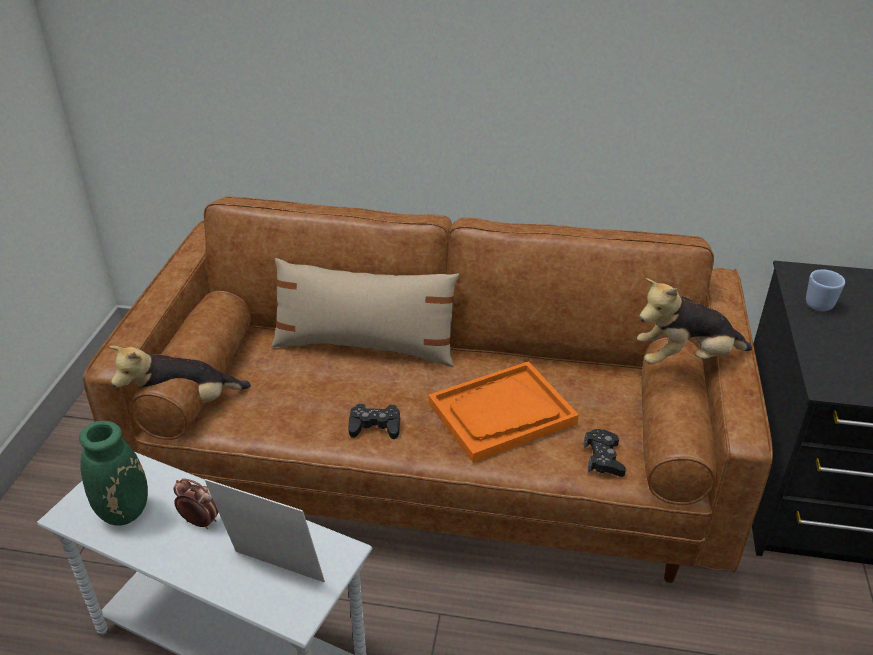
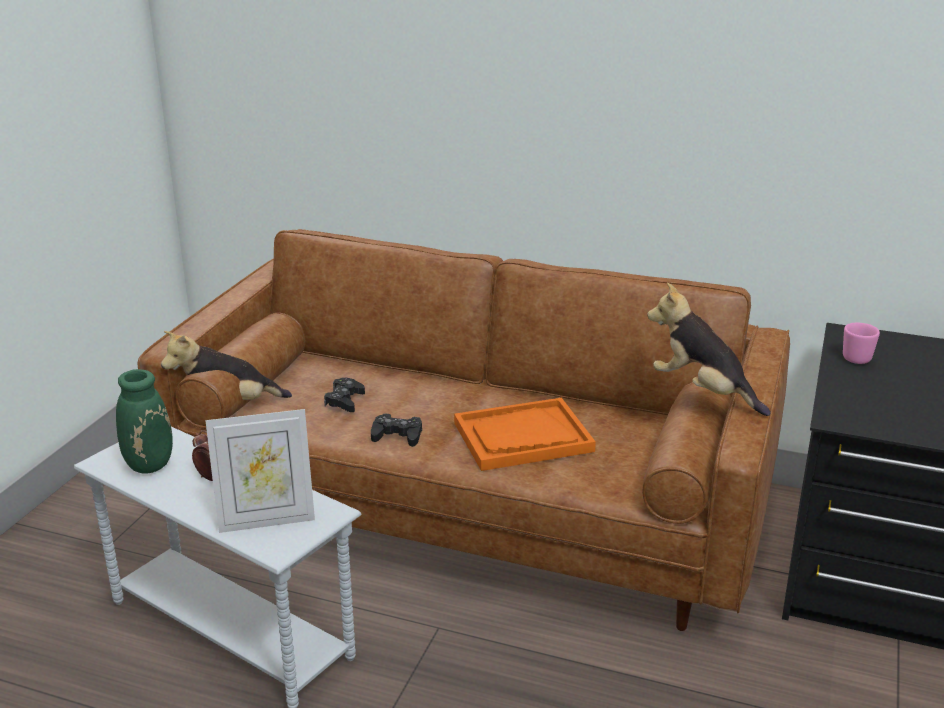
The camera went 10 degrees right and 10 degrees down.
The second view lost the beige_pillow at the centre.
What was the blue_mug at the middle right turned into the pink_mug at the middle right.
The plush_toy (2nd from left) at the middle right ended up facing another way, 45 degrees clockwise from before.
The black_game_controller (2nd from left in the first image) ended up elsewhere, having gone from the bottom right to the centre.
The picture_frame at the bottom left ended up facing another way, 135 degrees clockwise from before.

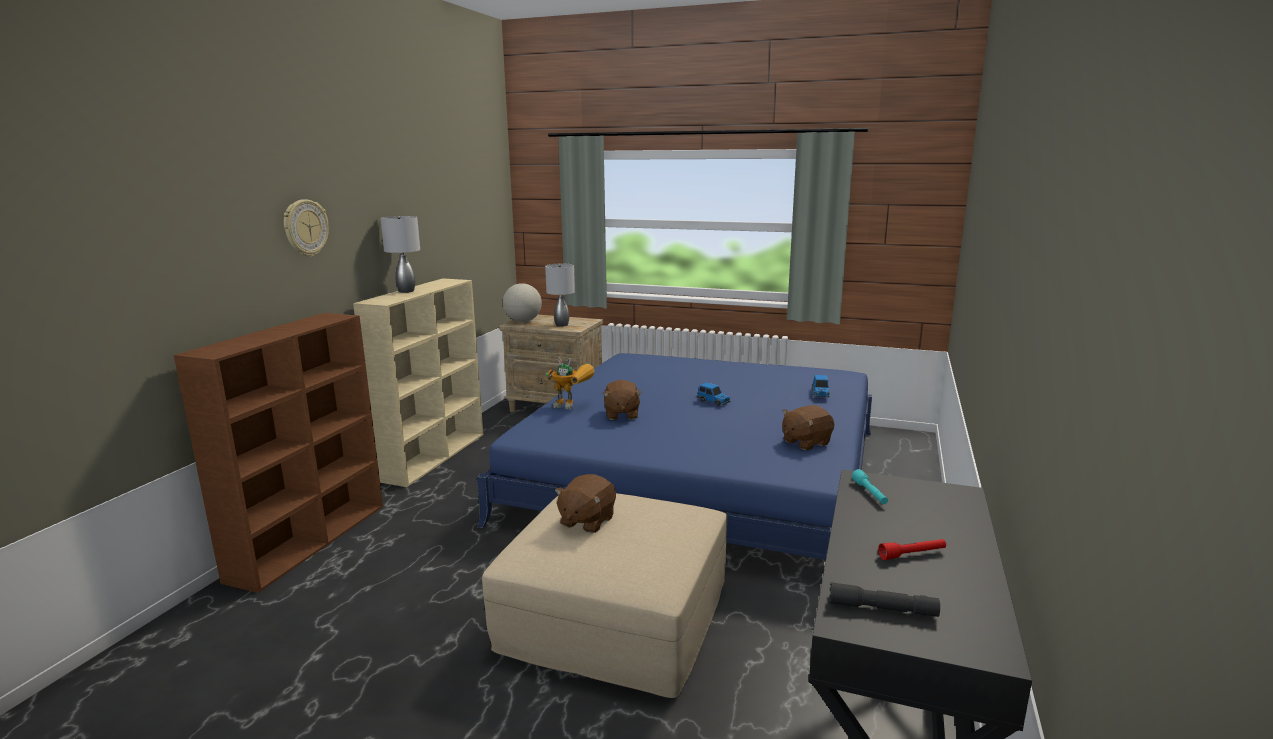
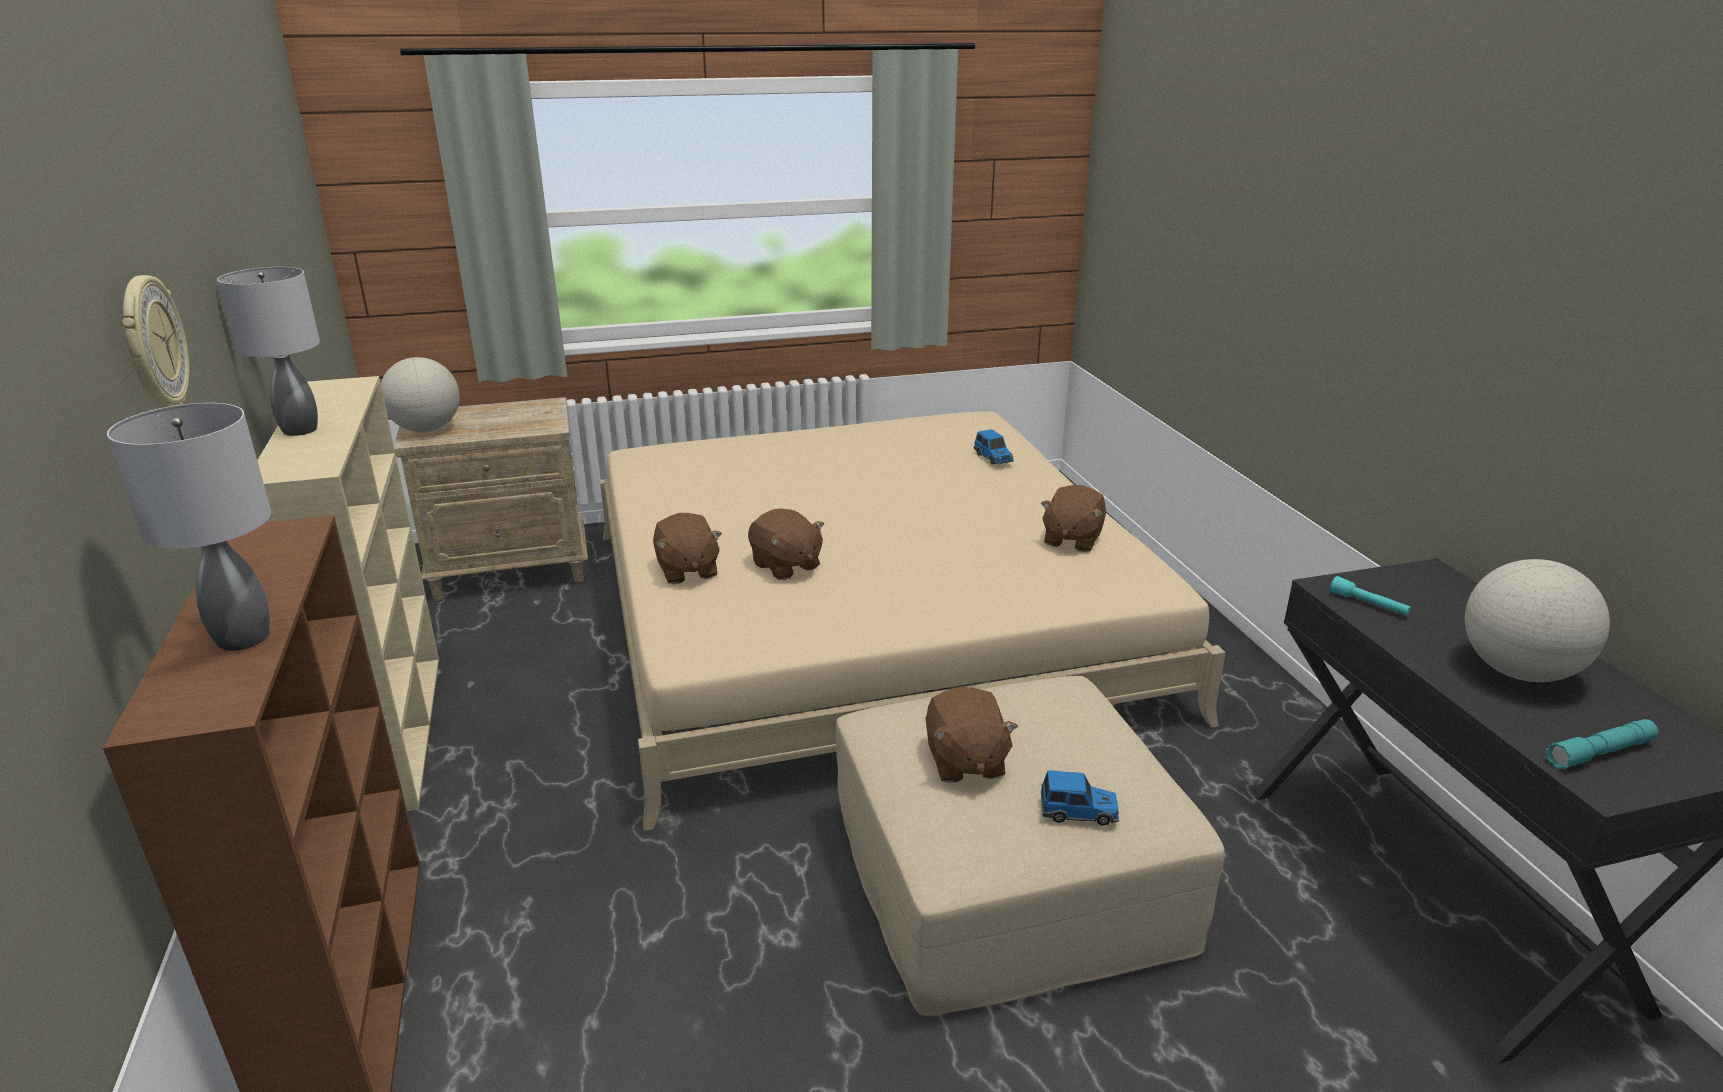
The camera went 35 degrees left and 10 degrees up.
The grey_table_lamp (2nd from left in the first image) ended up elsewhere, having gone from the centre to the middle left.
What was the blue_bed at the centre turned into the beige_bed at the centre.
Where the toy_robot stood at the centre, the brown_plush_toy (1st from left) came to stand at the centre.
The toy_car (1st from left in the first image) ended up elsewhere, having gone from the centre to the bottom centre.
Where the red_flashlight stood at the bottom right, the globe (2nd from left) came to stand at the middle right.
What was the grey_flashlight at the bottom right turned into the turquoise_flashlight (2nd from left) at the bottom right.

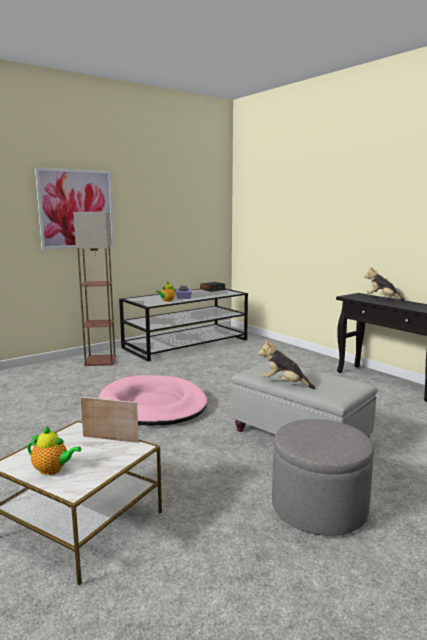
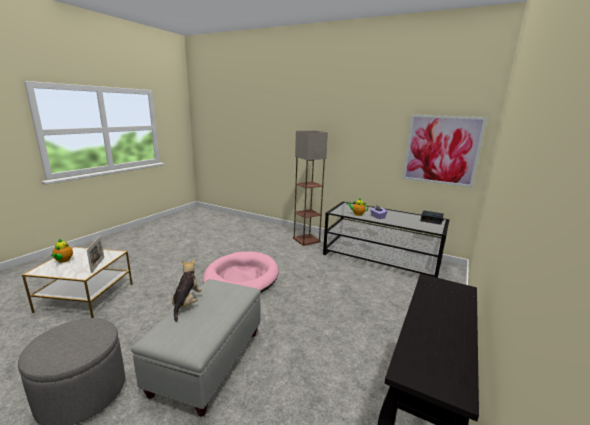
The camera went 65 degrees right and 5 degrees up.
The picture ended up elsewhere, having gone from the top left to the middle right.
The second view lost the plush_toy (2nd from left) at the middle right.

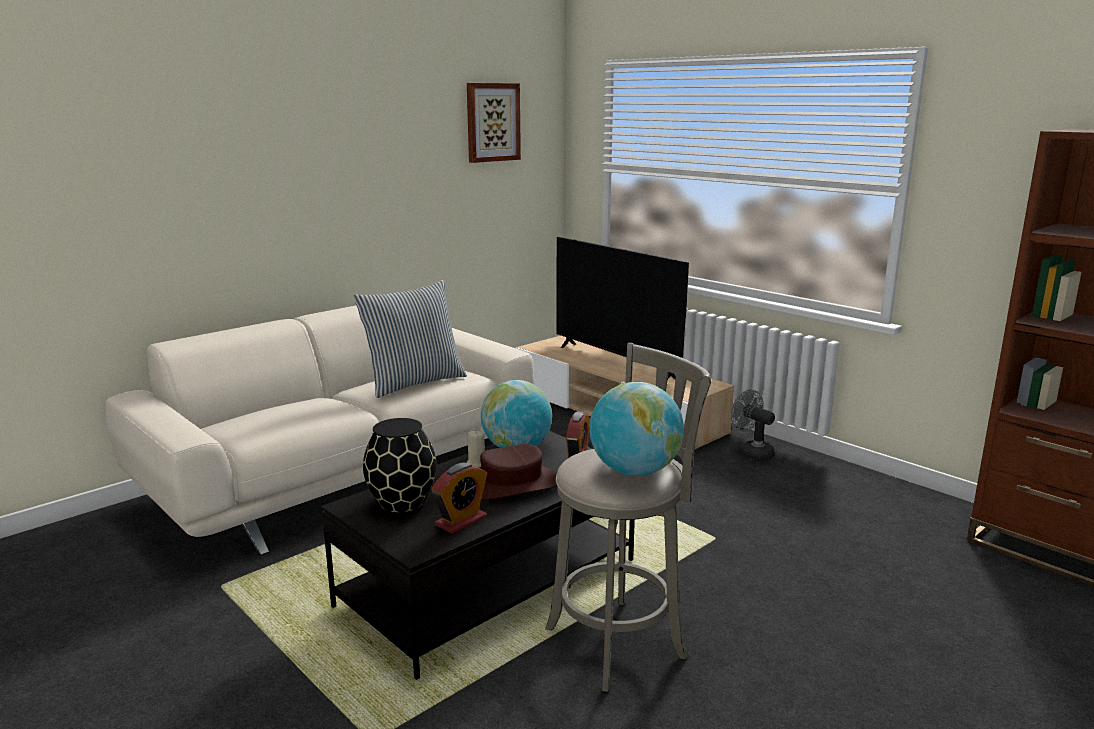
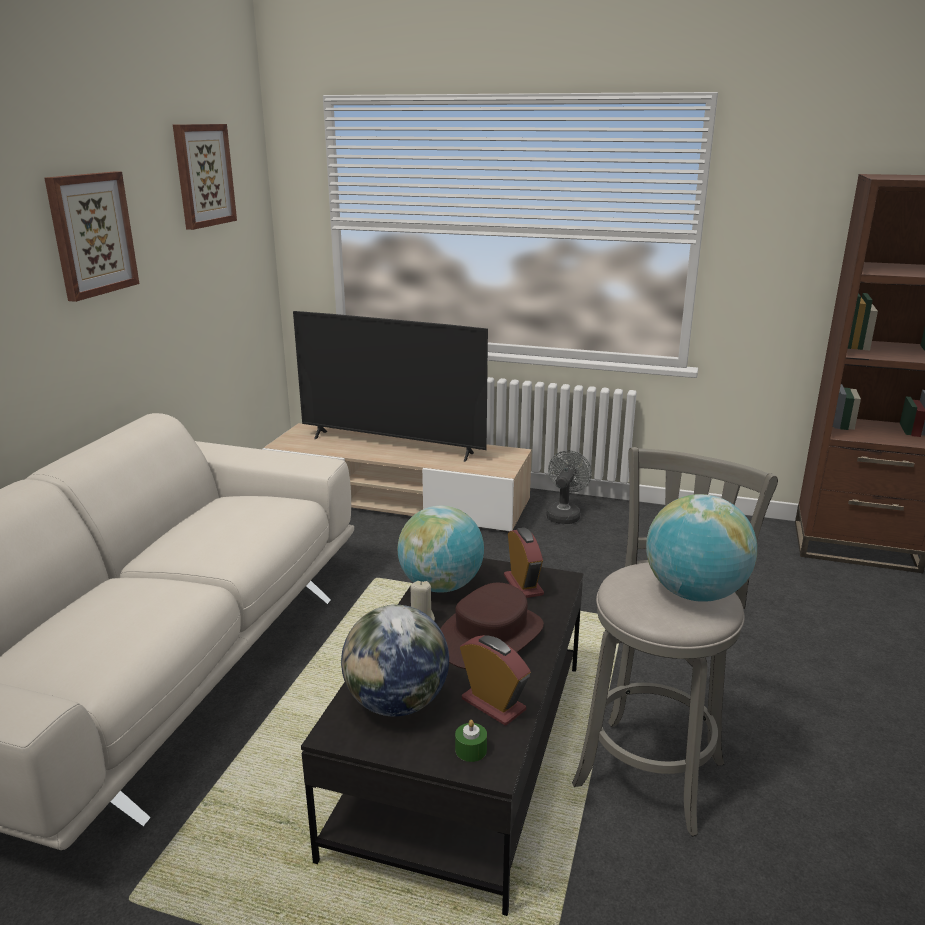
The camera went 30 degrees left and 5 degrees up.
The second view lost the pillow at the centre.
The grey_fan at the middle right ended up facing another way, 90 degrees clockwise from before.
Where the black_vase stood at the centre, the globe (1st from left) came to stand at the bottom centre.
The alarm_clock (1st from left) at the bottom centre ended up facing another way, 60 degrees counterclockwise from before.
The second view gained the picture (1st from left) at the top left.
The second view gained the green_candle at the bottom centre.

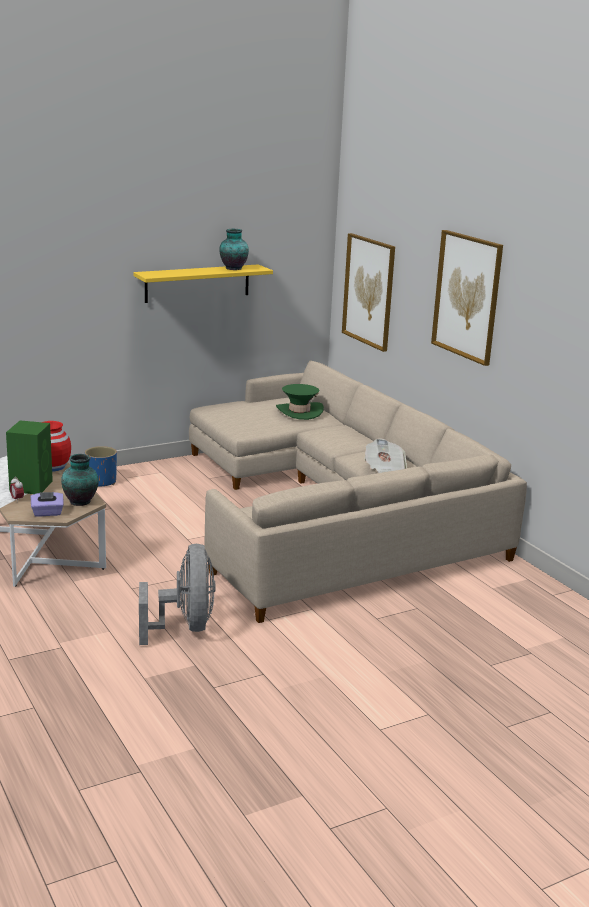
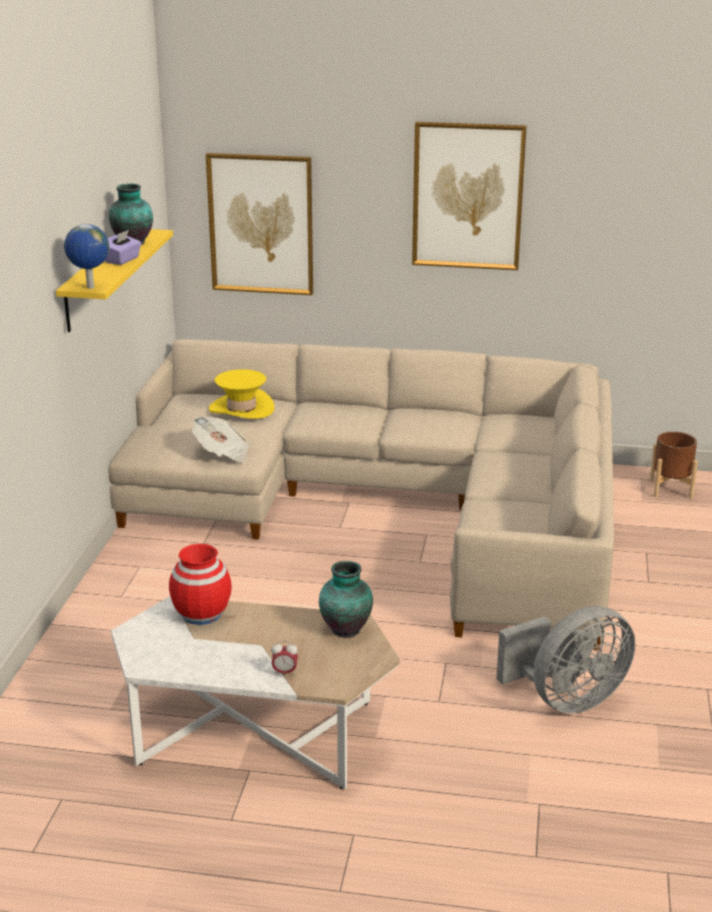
The camera went 50 degrees left and 5 degrees up.
What was the green_hat at the centre turned into the yellow_hat at the centre.
The second view lost the green_speaker at the middle left.
The newspaper ended up elsewhere, having gone from the centre to the middle left.
The second view lost the blue_planter at the middle left.
The purple_tissue_box ended up elsewhere, having gone from the middle left to the top left.
The grey_fan at the middle left ended up facing another way, 120 degrees clockwise from before.
The second view gained the globe at the top left.
The second view gained the brown_planter at the middle right.

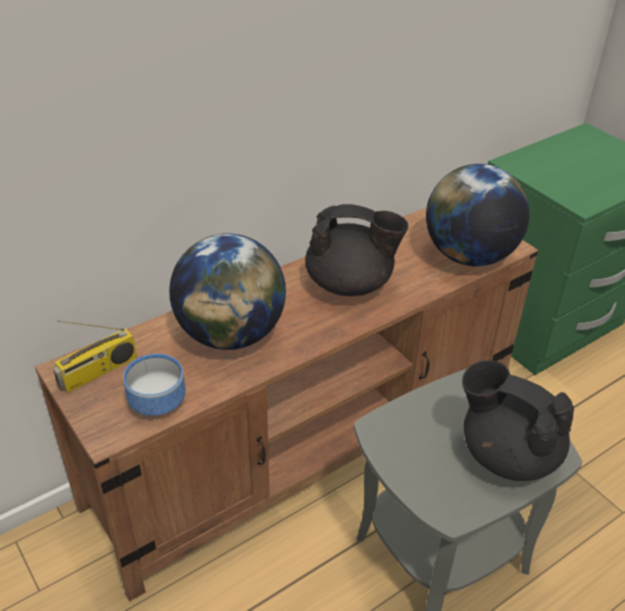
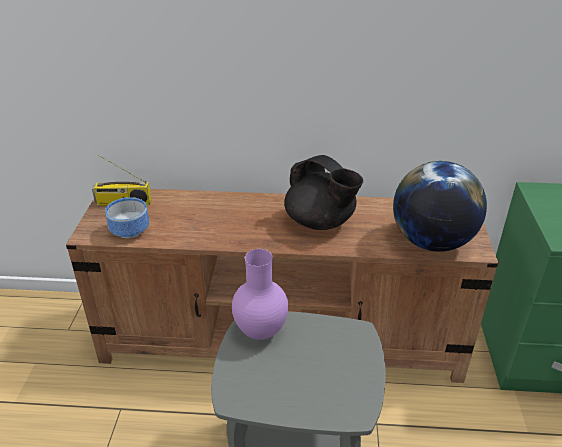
The camera went 40 degrees right and 5 degrees down.
The second view lost the globe (1st from left) at the centre.
The second view lost the black_teapot (2nd from left) at the bottom right.
The second view gained the purple_vase at the centre.

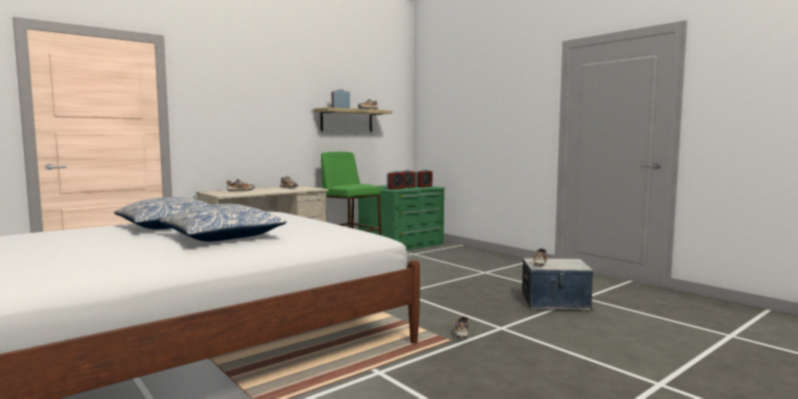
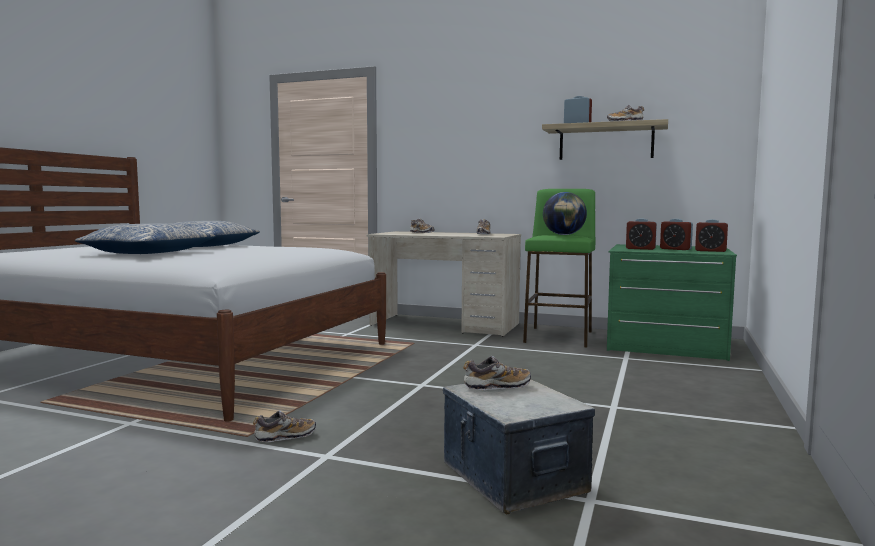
The camera went 60 degrees right and 0 degrees up.
The second view gained the globe at the centre.

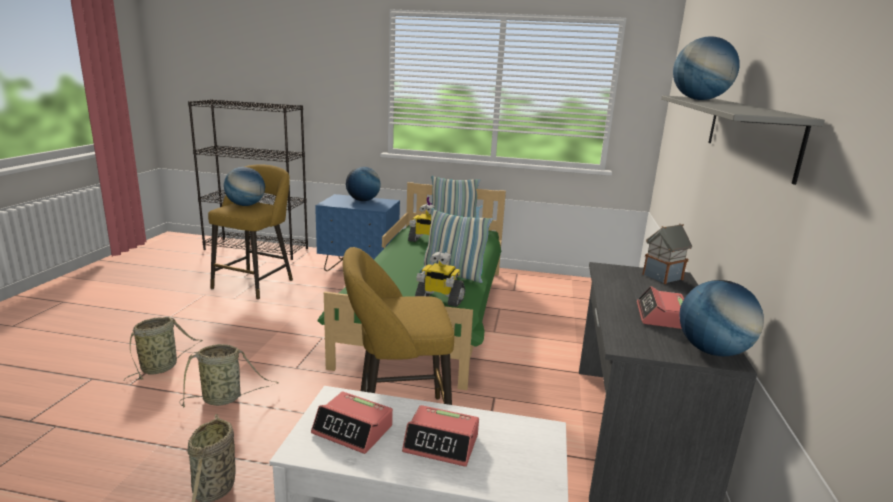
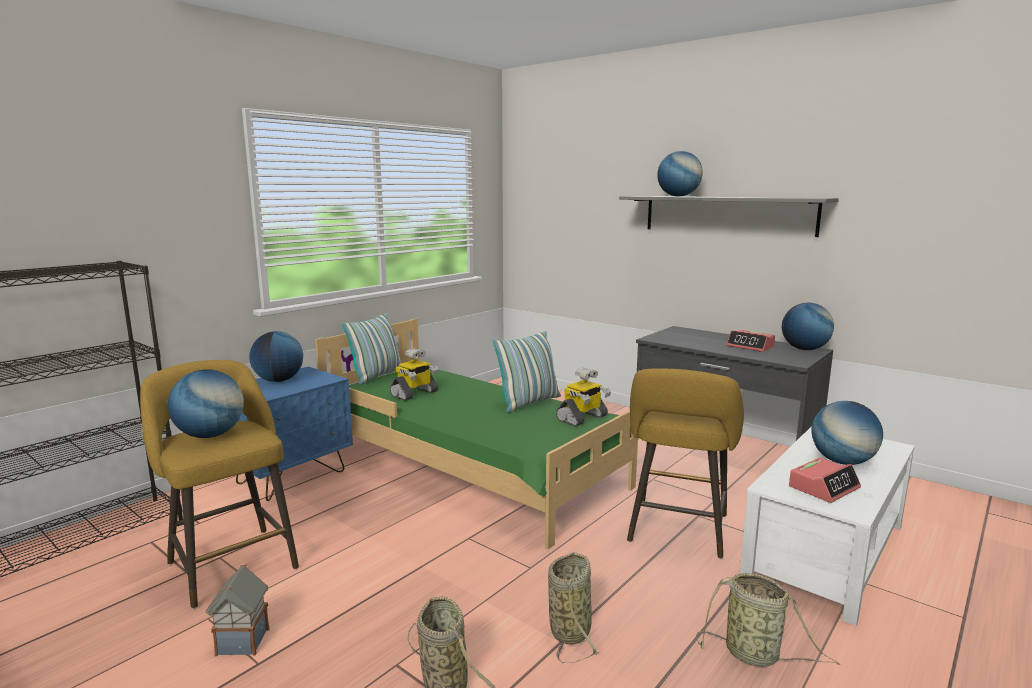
The camera went 60 degrees left and 5 degrees down.
The toy_house ended up elsewhere, having gone from the middle right to the bottom left.
Where the alarm_clock (2nd from left) stood at the bottom centre, the globe (5th from left) came to stand at the middle right.

